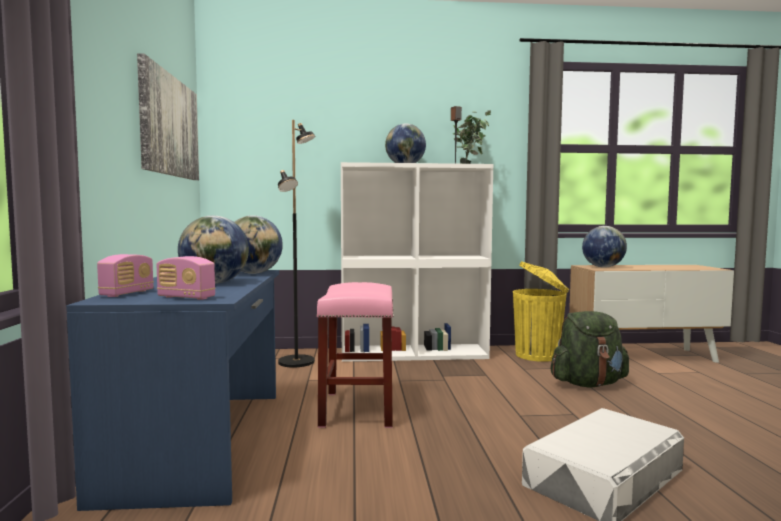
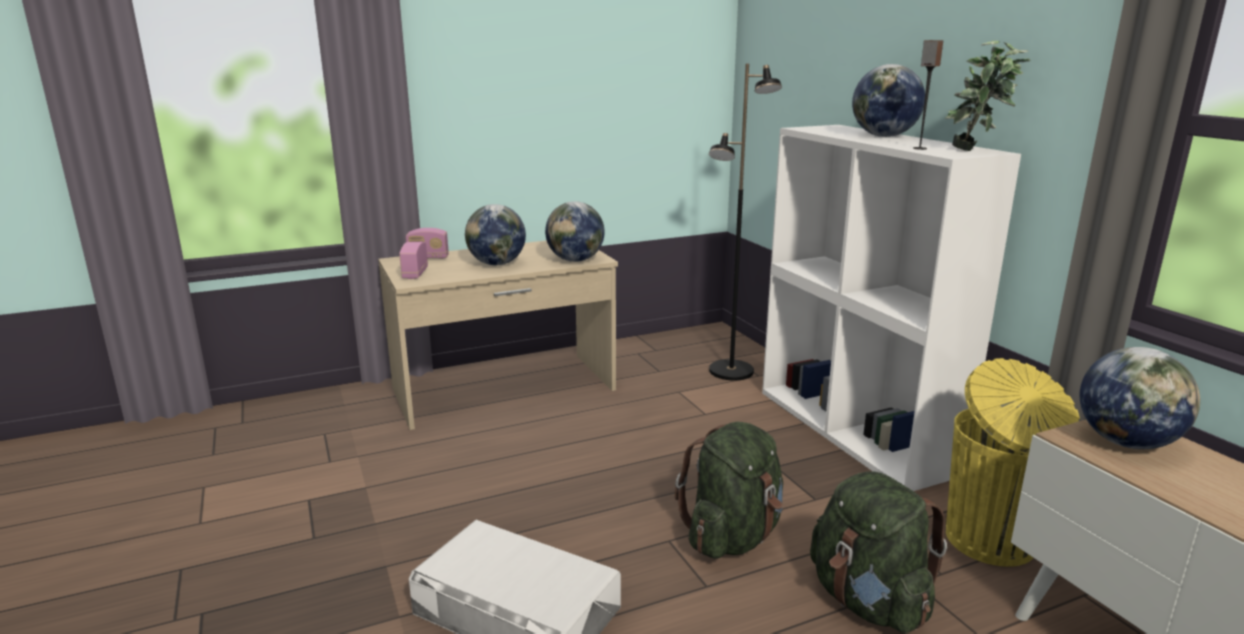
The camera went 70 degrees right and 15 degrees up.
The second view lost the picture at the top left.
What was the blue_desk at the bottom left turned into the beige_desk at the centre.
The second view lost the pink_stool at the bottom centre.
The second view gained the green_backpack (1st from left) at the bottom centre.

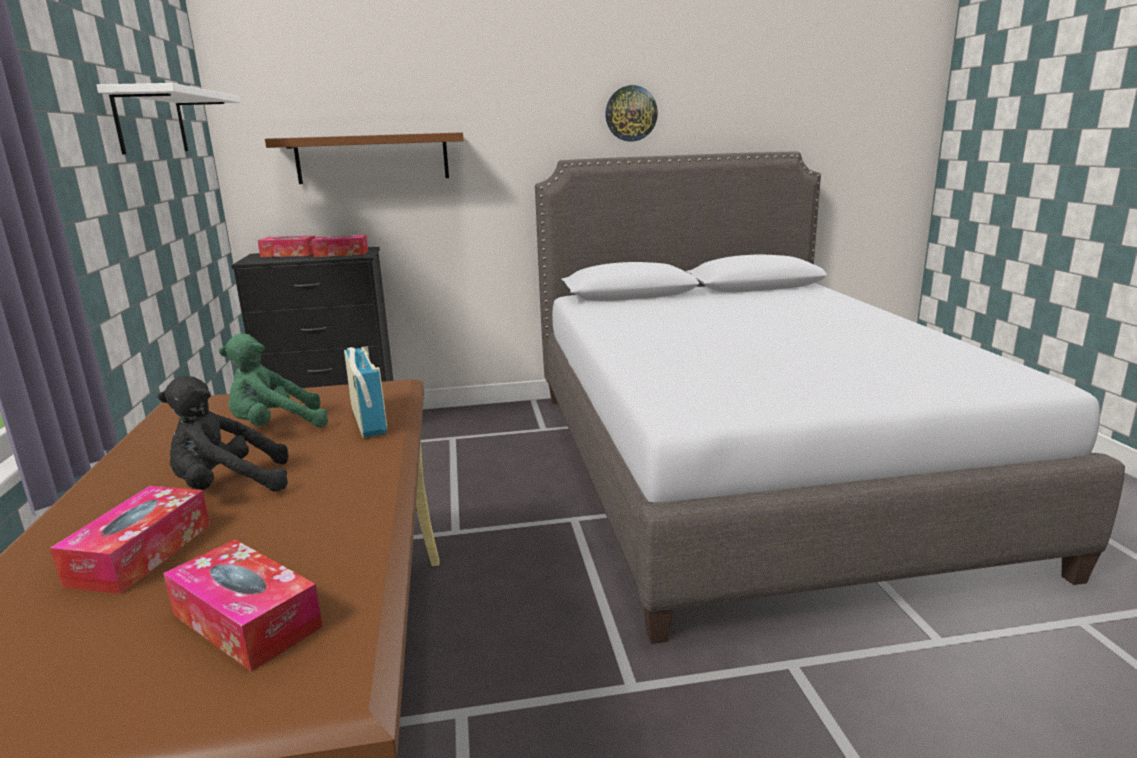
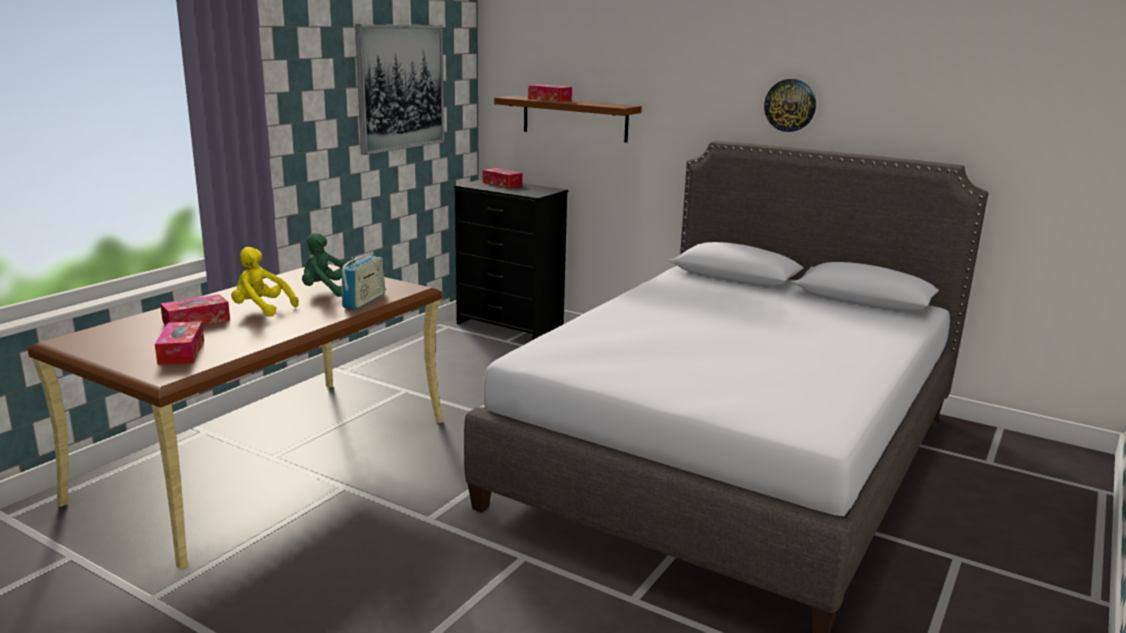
The camera went 40 degrees right and 0 degrees up.
Where the white_shelf hung at the top left, the picture came to hang at the top centre.
The tissue_box (4th from left) ended up elsewhere, having gone from the top left to the top centre.
What was the black_plush_toy at the middle left turned into the yellow_plush_toy at the middle left.

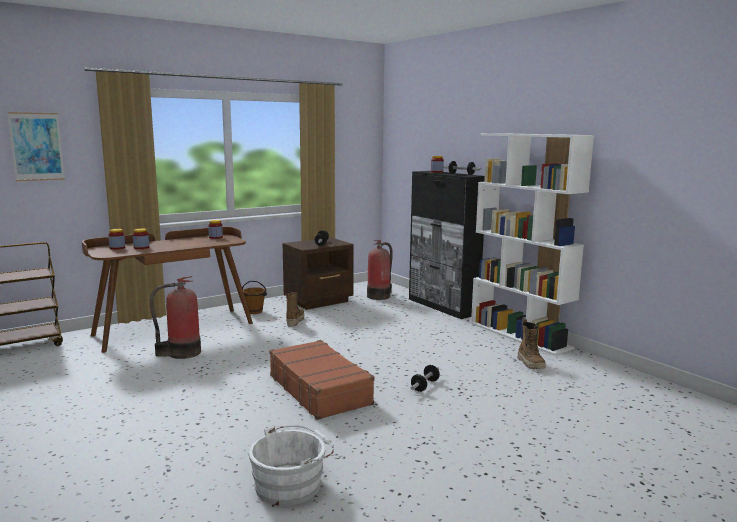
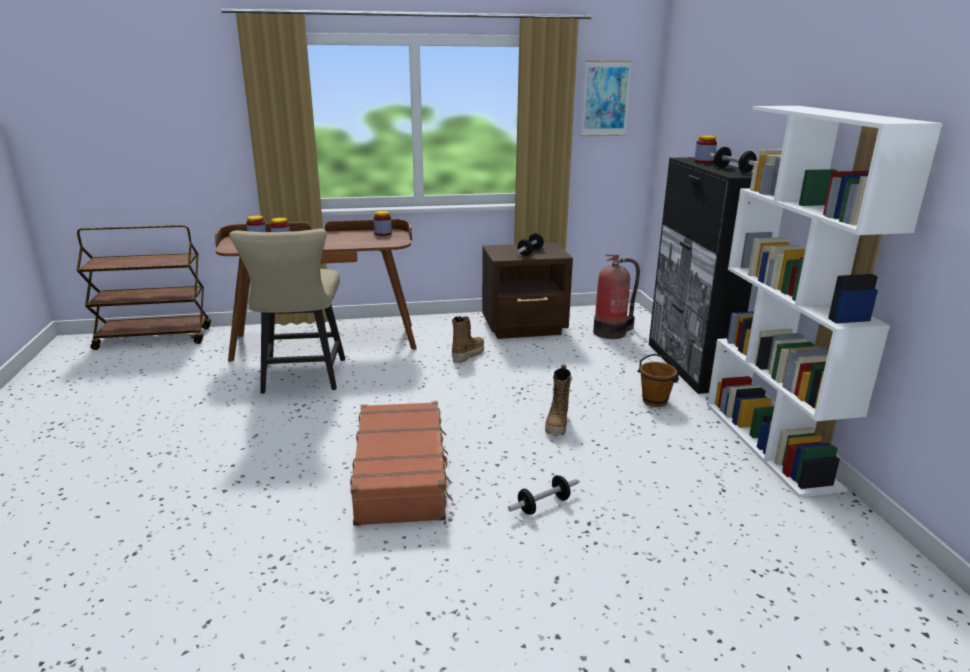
The camera went 25 degrees right and 10 degrees up.
The picture ended up elsewhere, having gone from the top left to the top centre.
Where the fire_extinguisher (1st from left) stood at the middle left, the beige_chair came to stand at the middle left.
The brown_bucket ended up elsewhere, having gone from the centre to the middle right.
The boot (2nd from left) ended up elsewhere, having gone from the middle right to the centre.
The second view lost the white_bucket at the bottom centre.

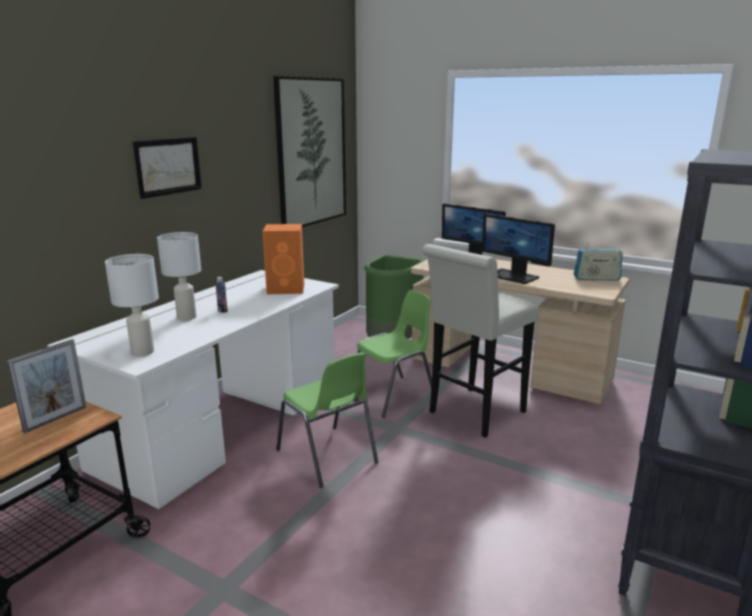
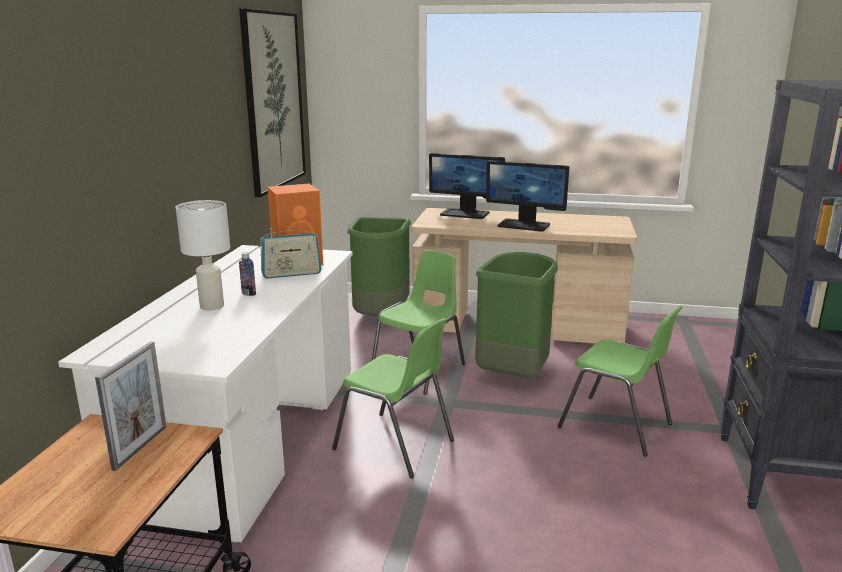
The camera went 20 degrees left and 0 degrees up.
The second view lost the picture (1st from left) at the top left.
The radio ended up elsewhere, having gone from the middle right to the centre.
Where the white_stool stood at the centre, the green_trash_can (2nd from left) came to stand at the centre.
The second view lost the white_table_lamp (1st from left) at the middle left.
The second view gained the green_chair (3rd from left) at the middle right.

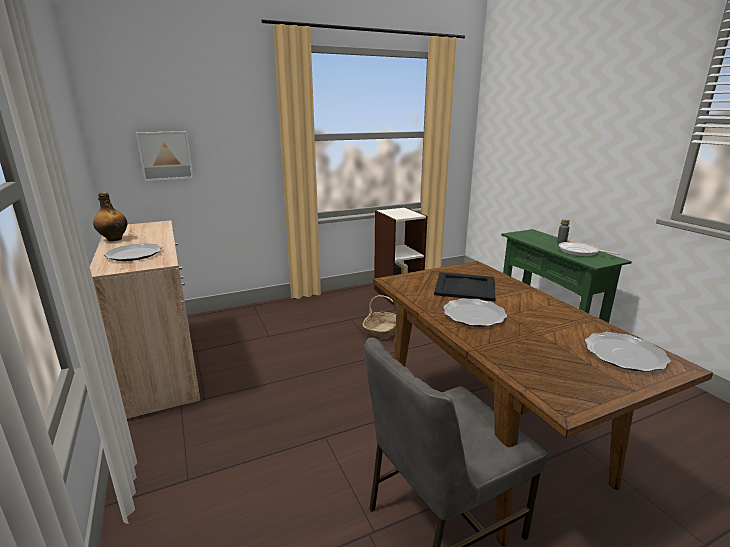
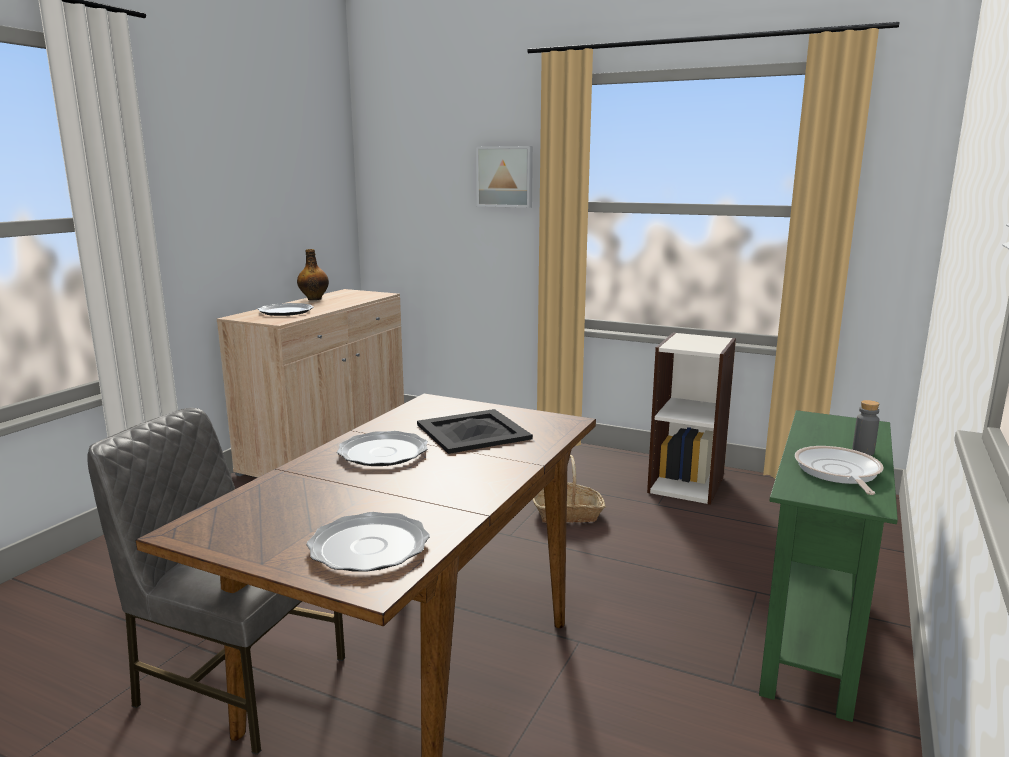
The camera went 50 degrees right and 5 degrees down.
The picture ended up elsewhere, having gone from the top left to the top centre.

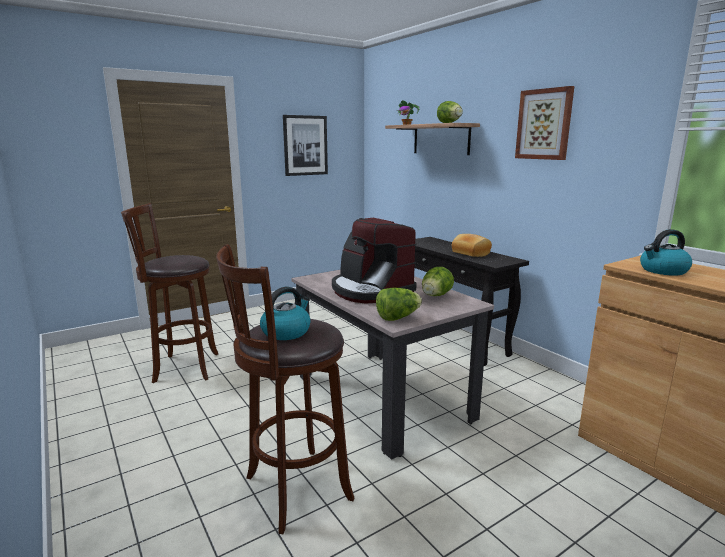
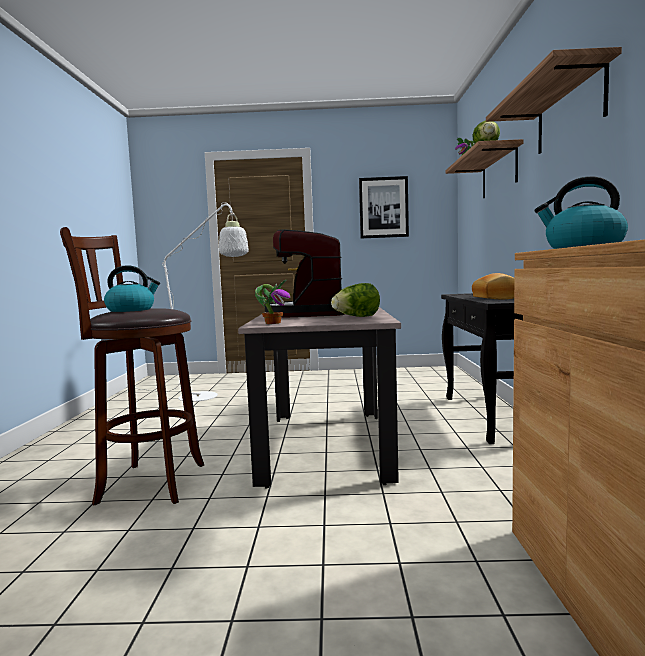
The camera went 35 degrees right and 10 degrees down.
Where the picture (2nd from left) hung at the top right, the shelf (2nd from left) came to hang at the top right.
Where the brown_stool (1st from left) stood at the middle left, the white_floor_lamp came to stand at the middle left.
Where the lettuce (1st from left) stood at the centre, the potted_plant (1st from left) came to stand at the centre.

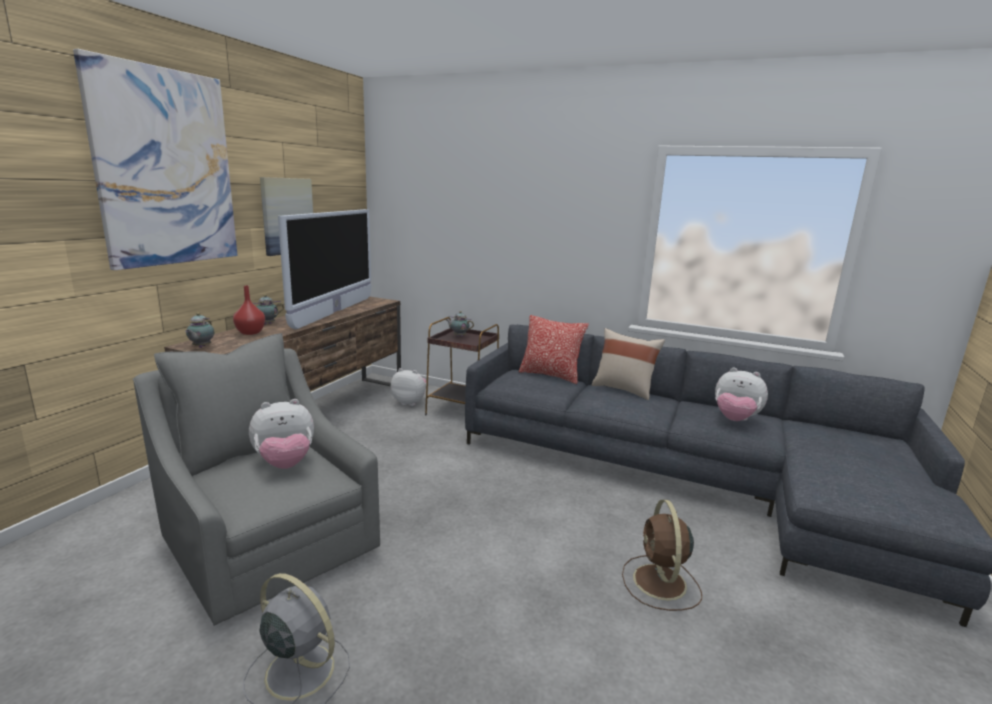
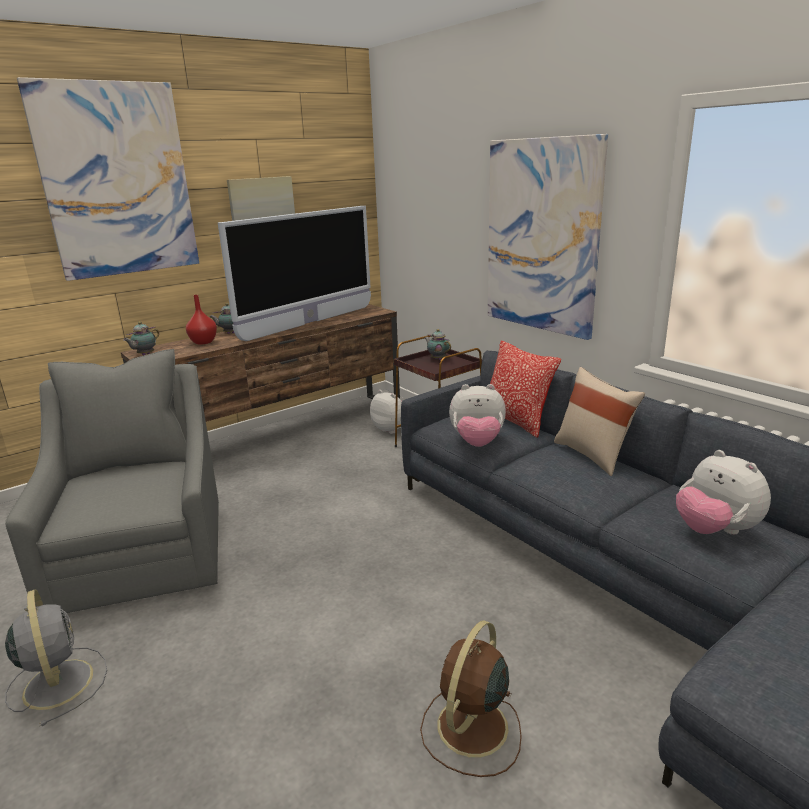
The camera went 30 degrees right and 5 degrees up.
The plush_toy (1st from left in the first image) ended up elsewhere, having gone from the middle left to the centre.
The second view gained the picture (3rd from left) at the top right.

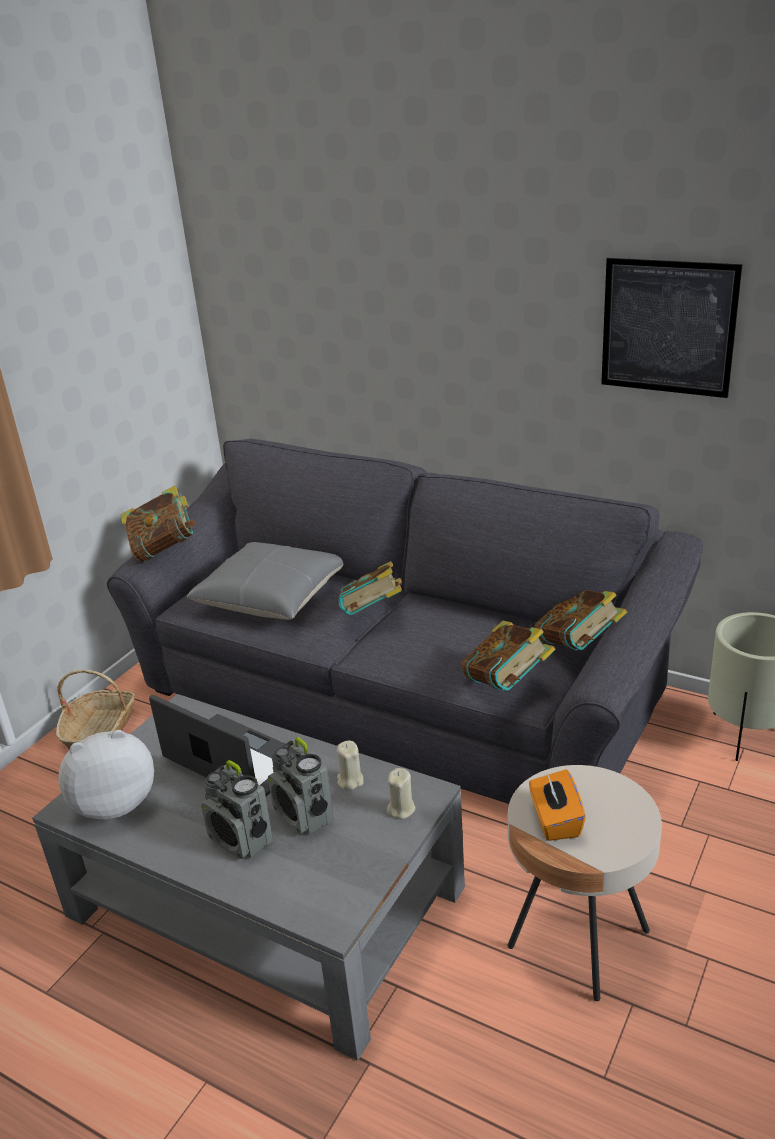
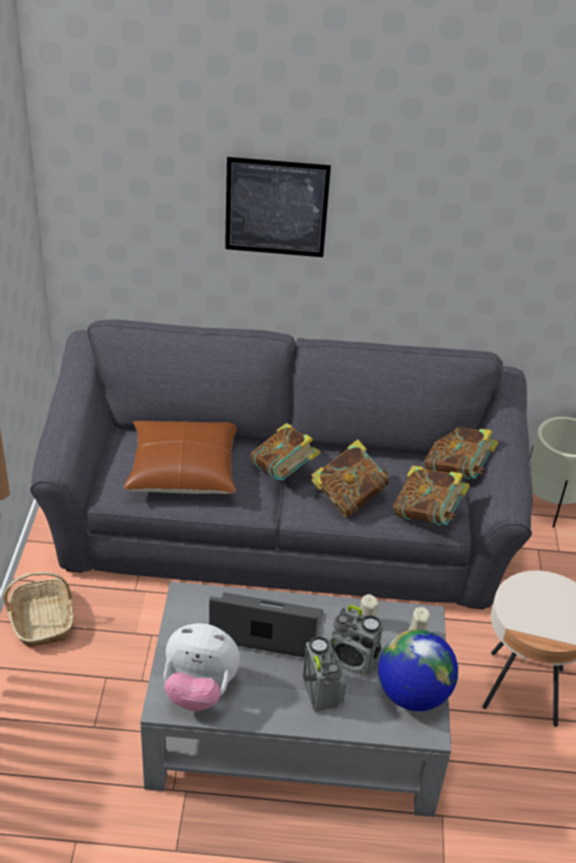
The camera went 30 degrees left and 10 degrees up.
The picture ended up elsewhere, having gone from the top right to the top centre.
The book (1st from left in the first image) ended up elsewhere, having gone from the middle left to the centre.
What was the grey_pillow at the centre turned into the brown_pillow at the middle left.
The plush_toy at the bottom left ended up facing another way, 120 degrees counterclockwise from before.
The radio (1st from left) at the bottom left ended up facing another way, 120 degrees counterclockwise from before.
The second view lost the orange_tissue_box at the bottom right.
The second view gained the globe at the bottom right.

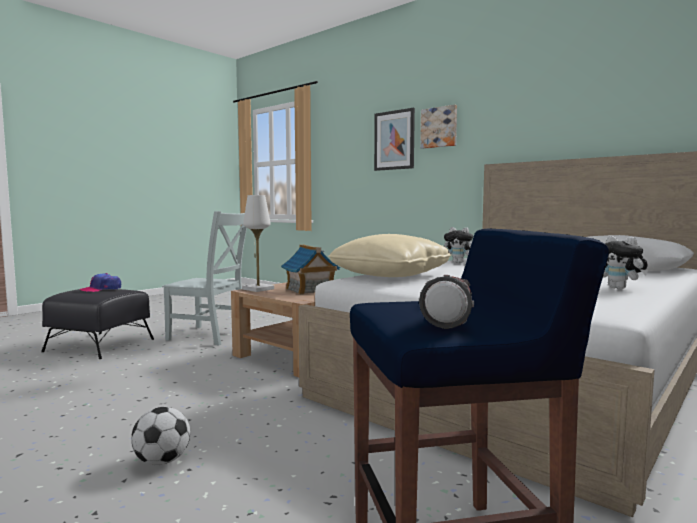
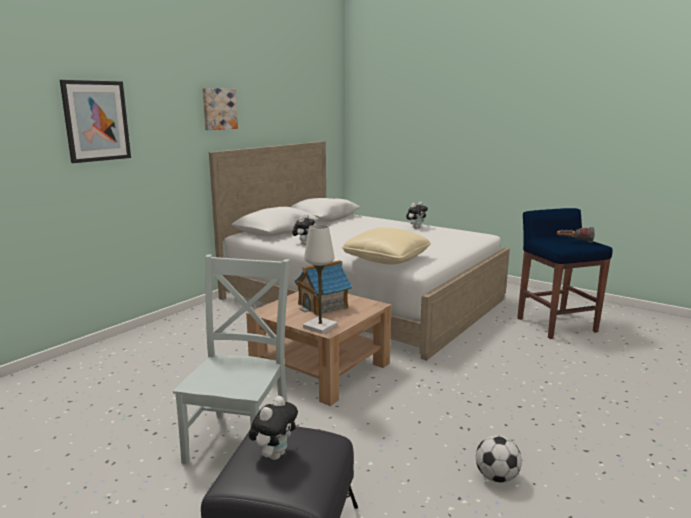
The camera went 95 degrees left and 10 degrees up.
The picture (2nd from left) ended up elsewhere, having gone from the top centre to the top left.
Where the cap stood at the middle left, the plush_toy (1st from left) came to stand at the bottom centre.
The football ended up elsewhere, having gone from the bottom left to the bottom right.

